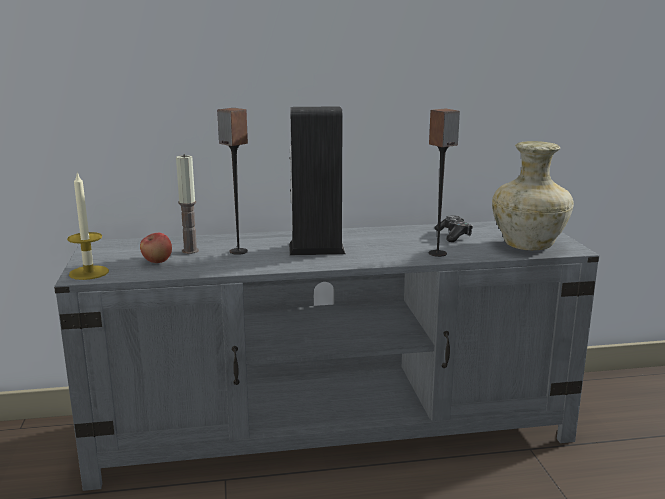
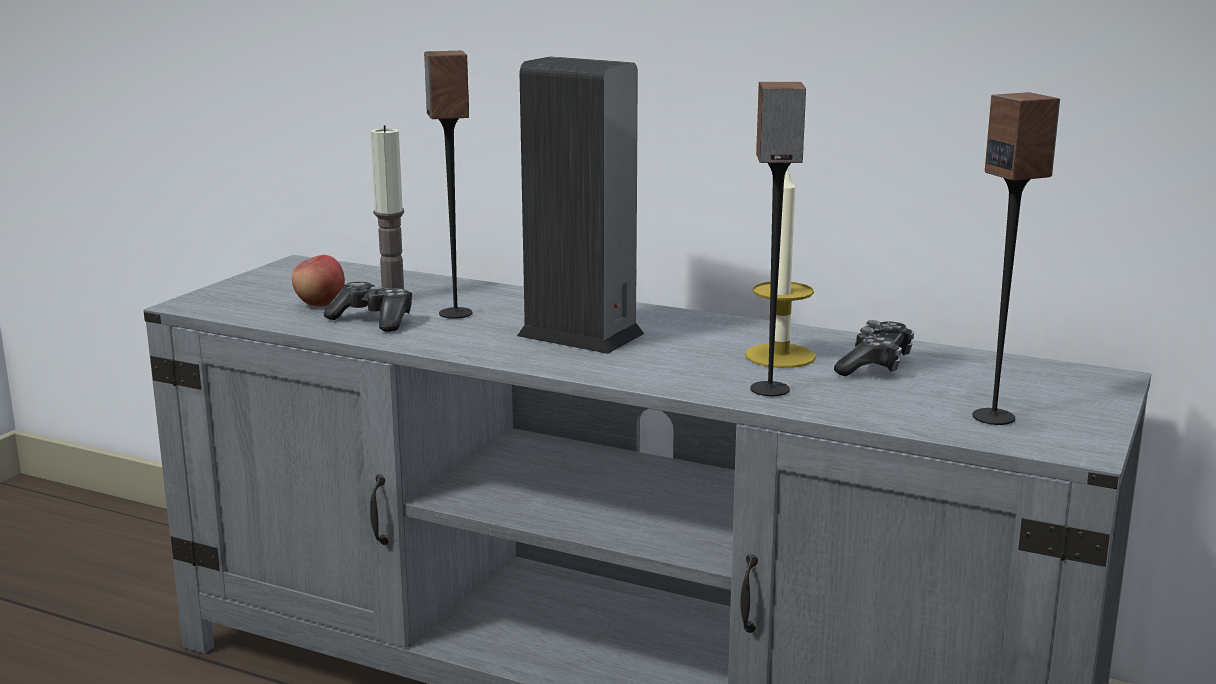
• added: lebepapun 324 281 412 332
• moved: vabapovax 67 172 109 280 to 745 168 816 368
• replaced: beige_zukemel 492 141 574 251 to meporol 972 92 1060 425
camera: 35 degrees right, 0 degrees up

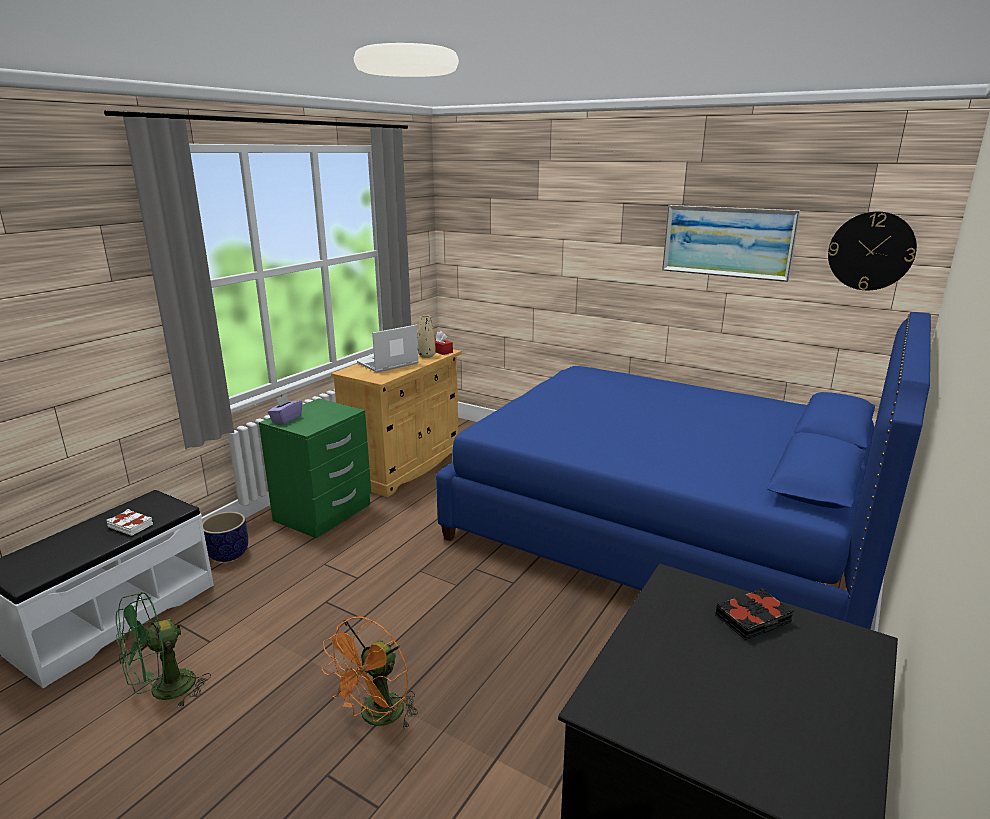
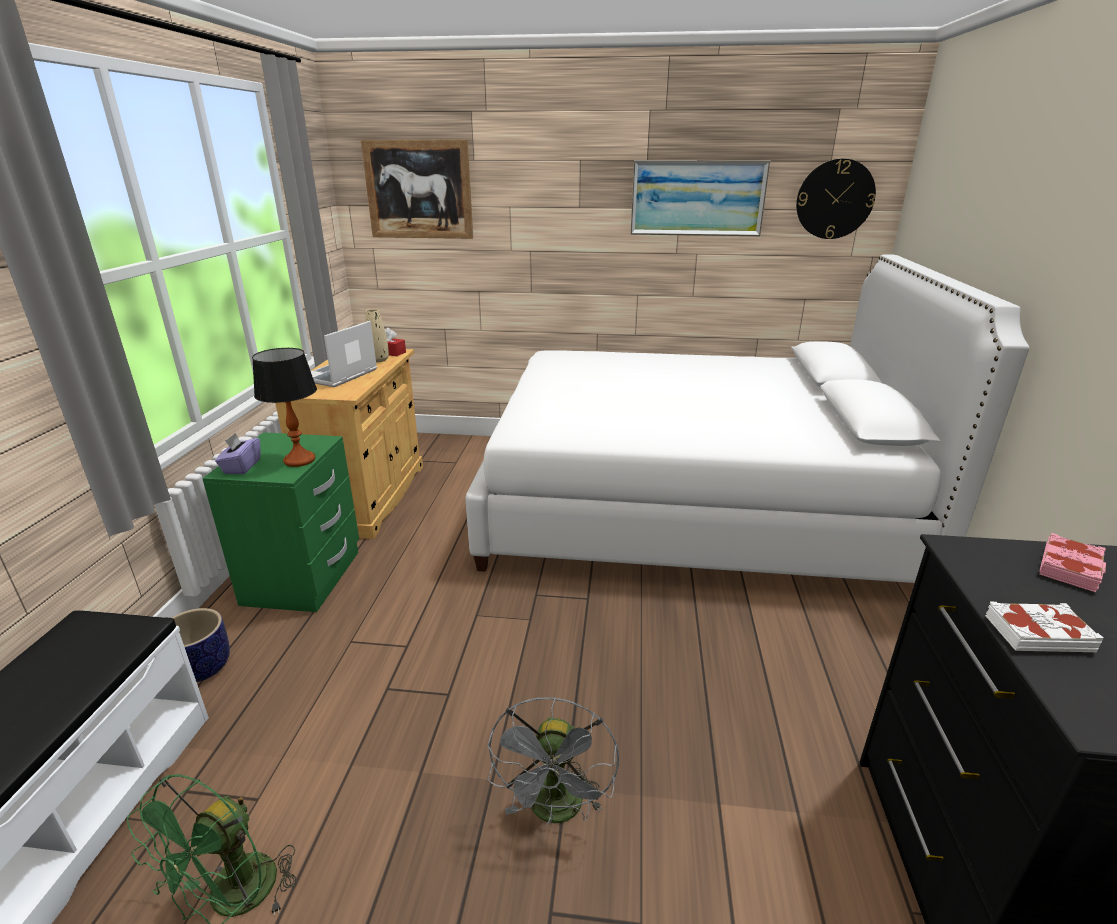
• added: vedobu 252 348 317 467
• added: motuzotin 361 140 473 239
• moved: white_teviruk 106 509 153 536 to 985 602 1103 652
• recoloured: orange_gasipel 322 617 418 730 to grey_gasipel 487 697 619 825
• recoloured: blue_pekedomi 436 312 931 629 to white_pekedomi 465 254 1030 583
• recoloured: black_teviruk 715 588 794 640 to pink_teviruk 1039 533 1106 592
camera: 25 degrees left, 5 degrees up

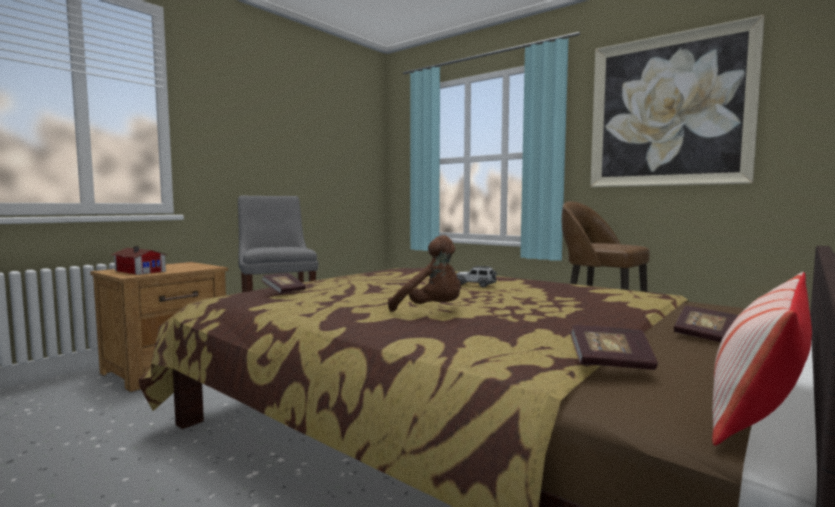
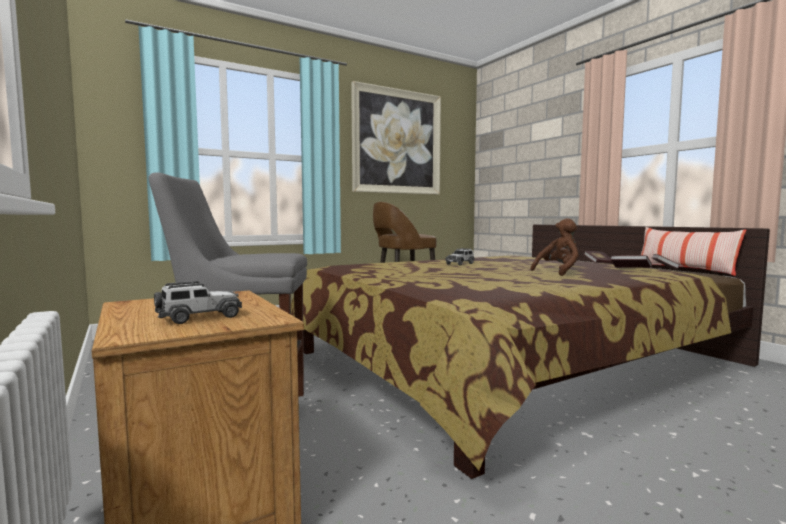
• moved: teviruk 261 273 306 294 to 611 255 652 268
• replaced: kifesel 111 246 167 275 to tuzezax 154 281 242 324
camera: 70 degrees left, 0 degrees up

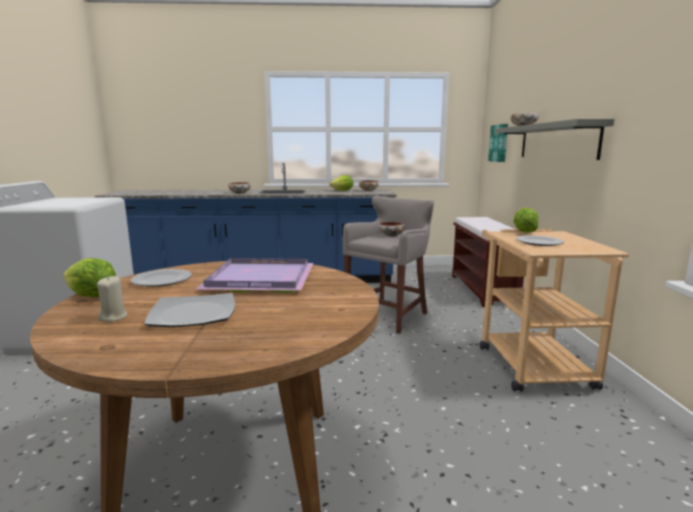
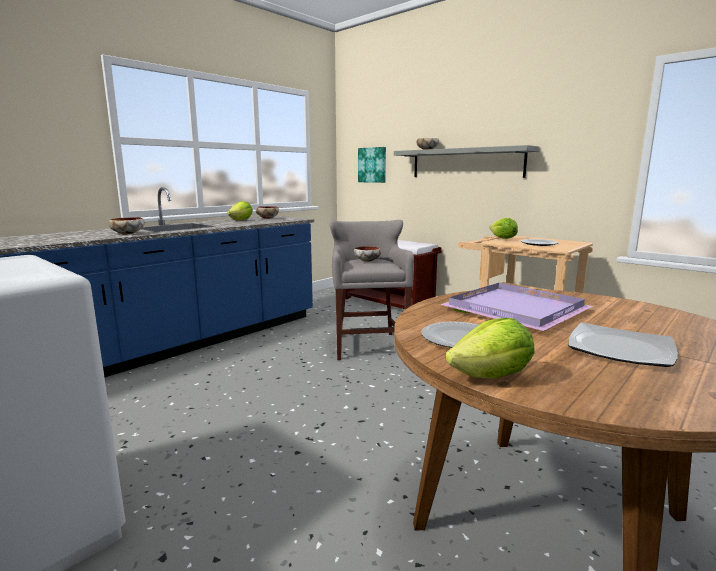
• removed: beige_vabapovax 97 276 127 322
camera: 45 degrees left, 0 degrees up

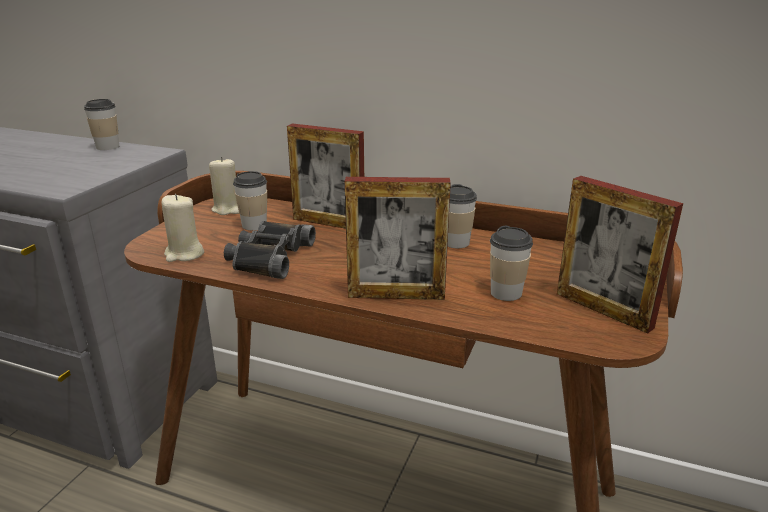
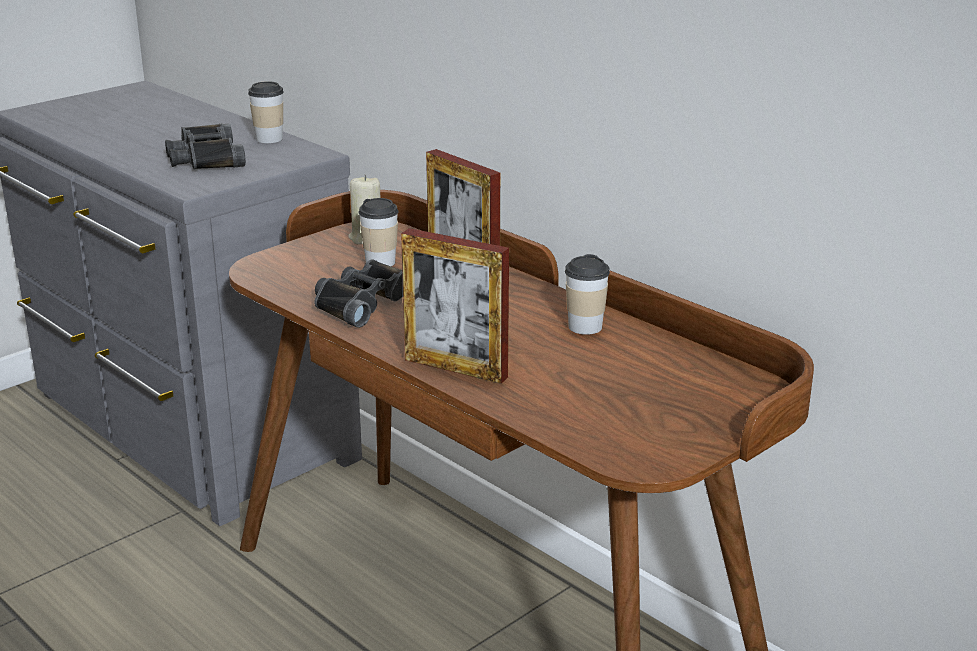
• removed: beige_vabapovax 162 194 204 262
• removed: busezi 490 226 533 301
• removed: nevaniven 557 176 683 333
• added: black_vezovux 165 123 246 169
camera: 25 degrees right, 0 degrees up

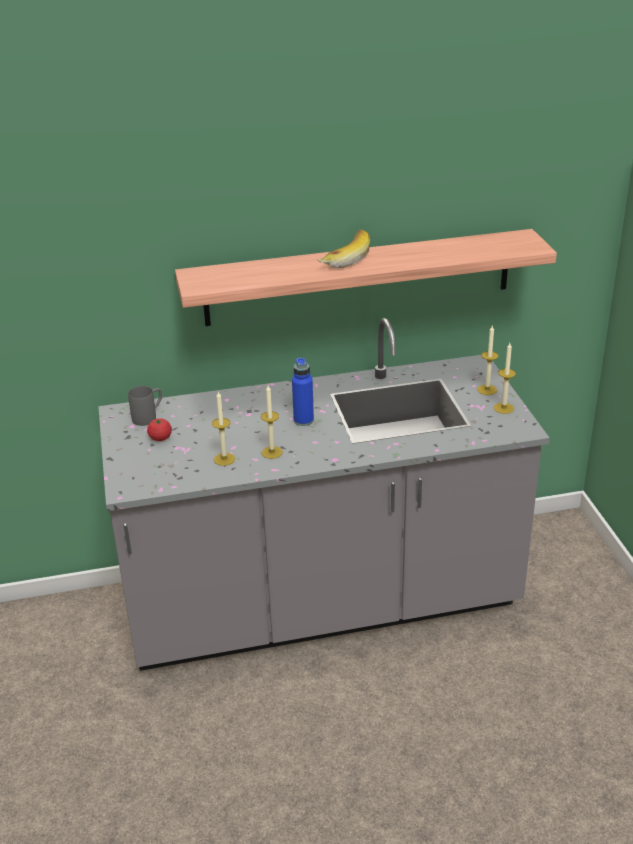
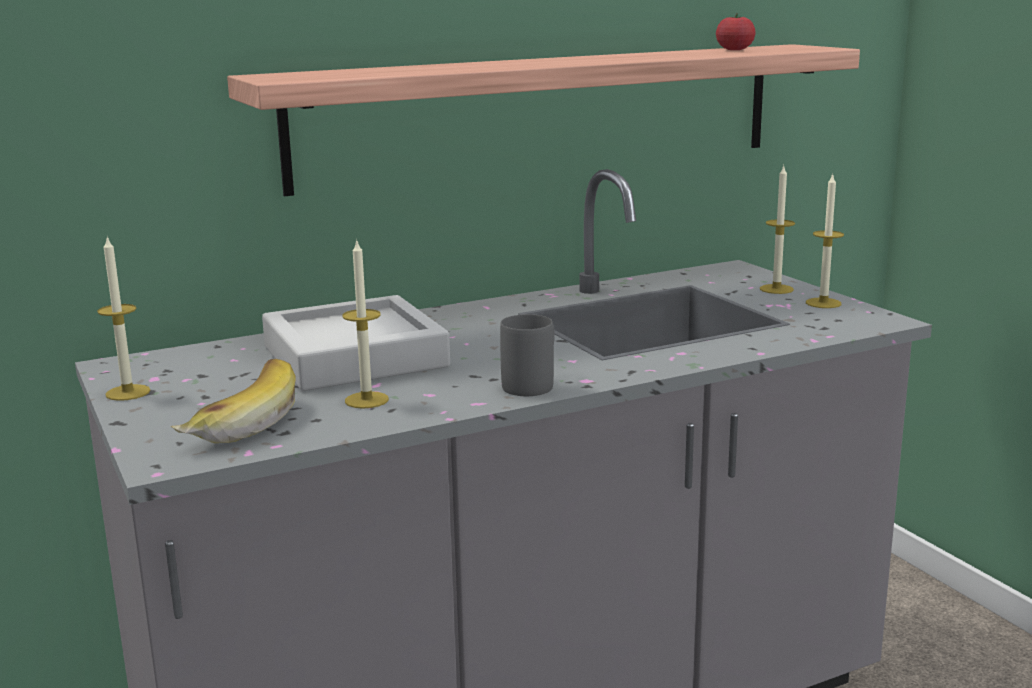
• removed: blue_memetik 292 358 314 426
• added: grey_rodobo 262 295 450 391
• moved: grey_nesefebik 128 386 162 426 to 500 314 555 396
• moved: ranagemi 147 418 172 441 to 716 13 756 50
• moved: vabapovax 261 385 283 459 to 97 237 150 401
• moved: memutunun 317 230 370 268 to 171 359 295 443
camera: 15 degrees left, 15 degrees down

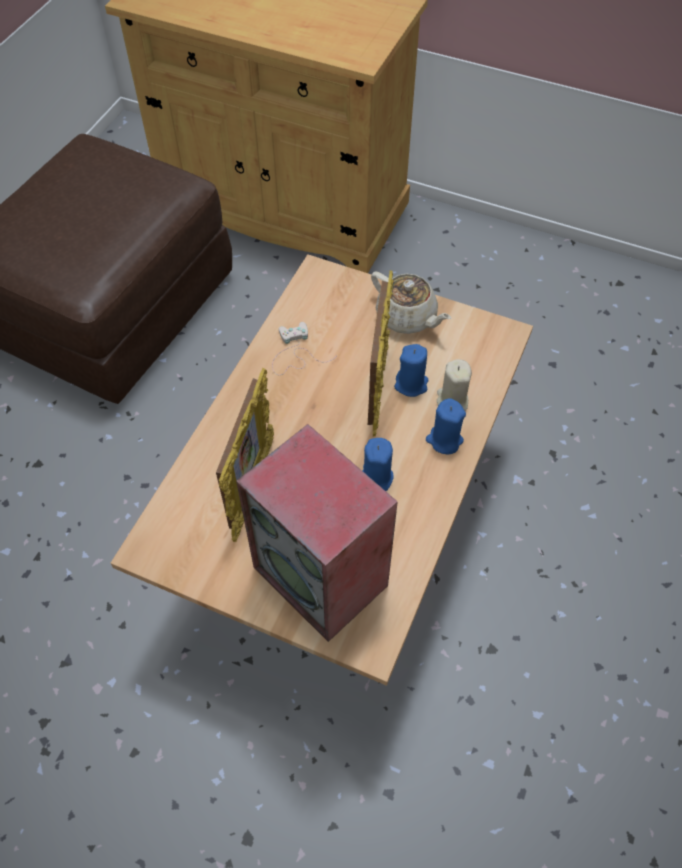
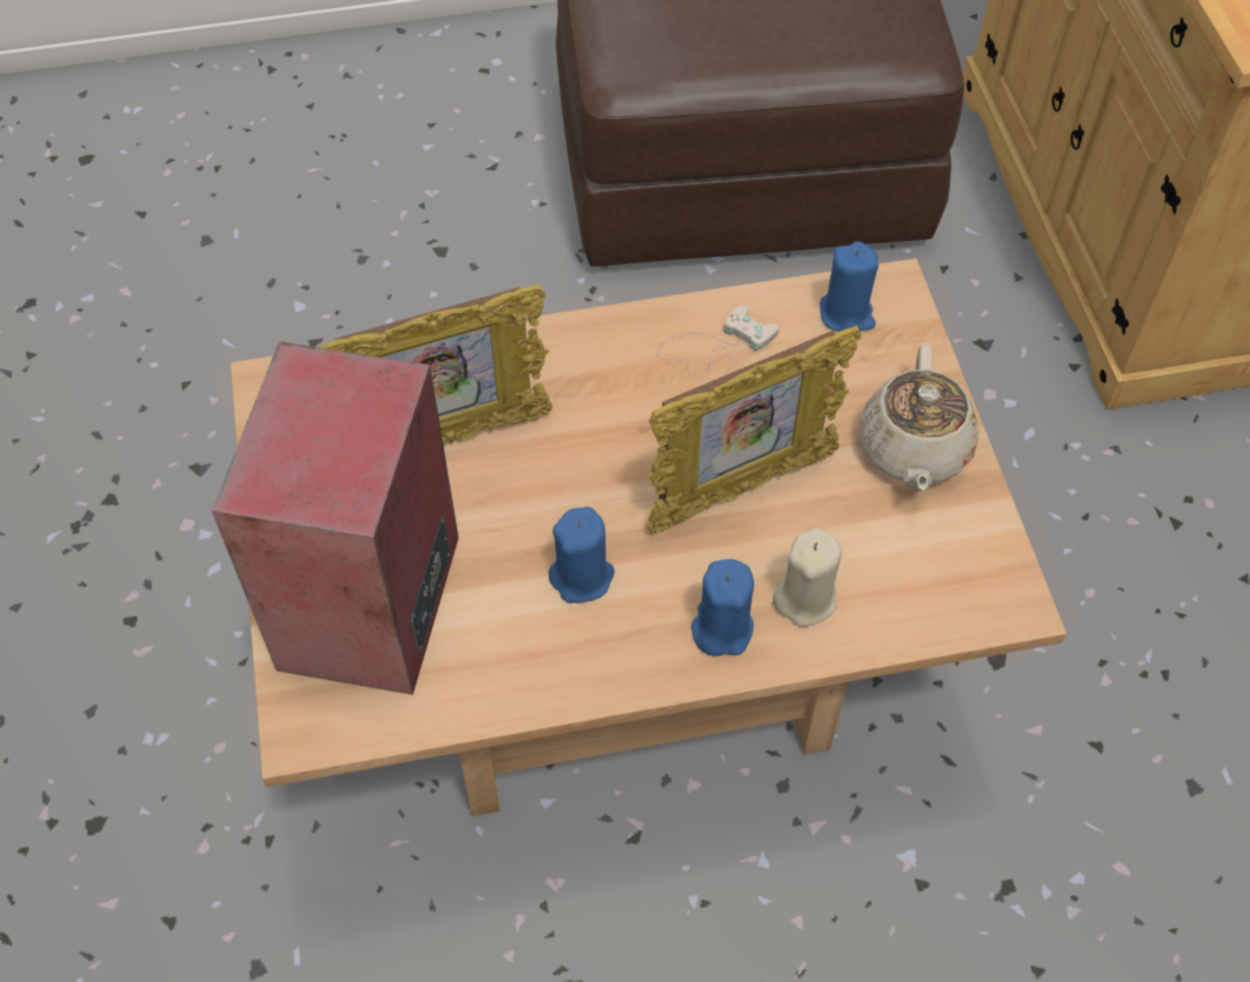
• moved: blue_vabapovax 394 344 428 397 to 820 241 879 332
camera: 55 degrees right, 0 degrees up

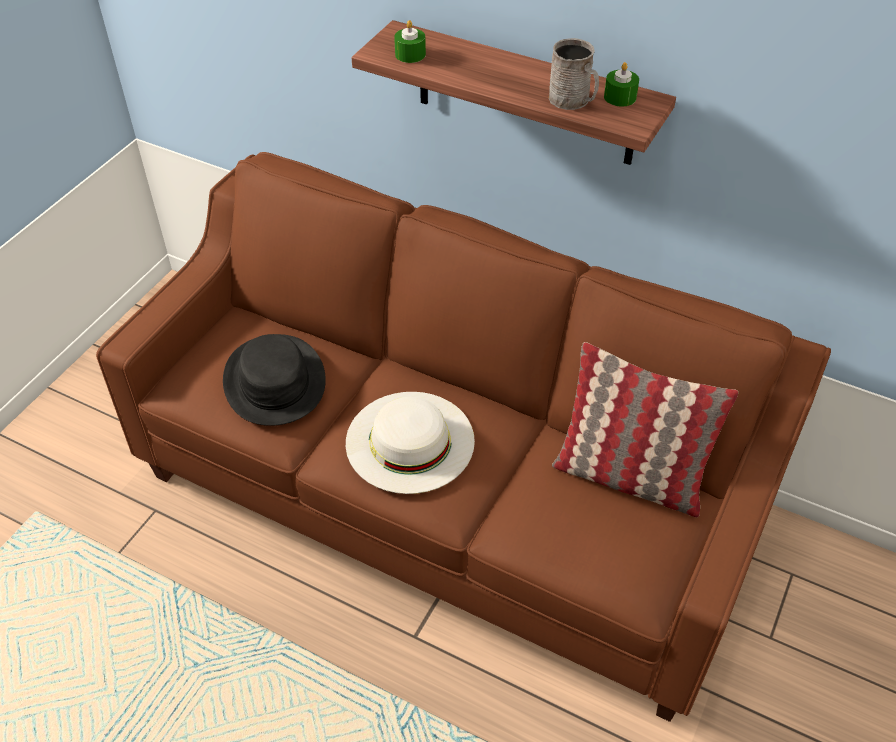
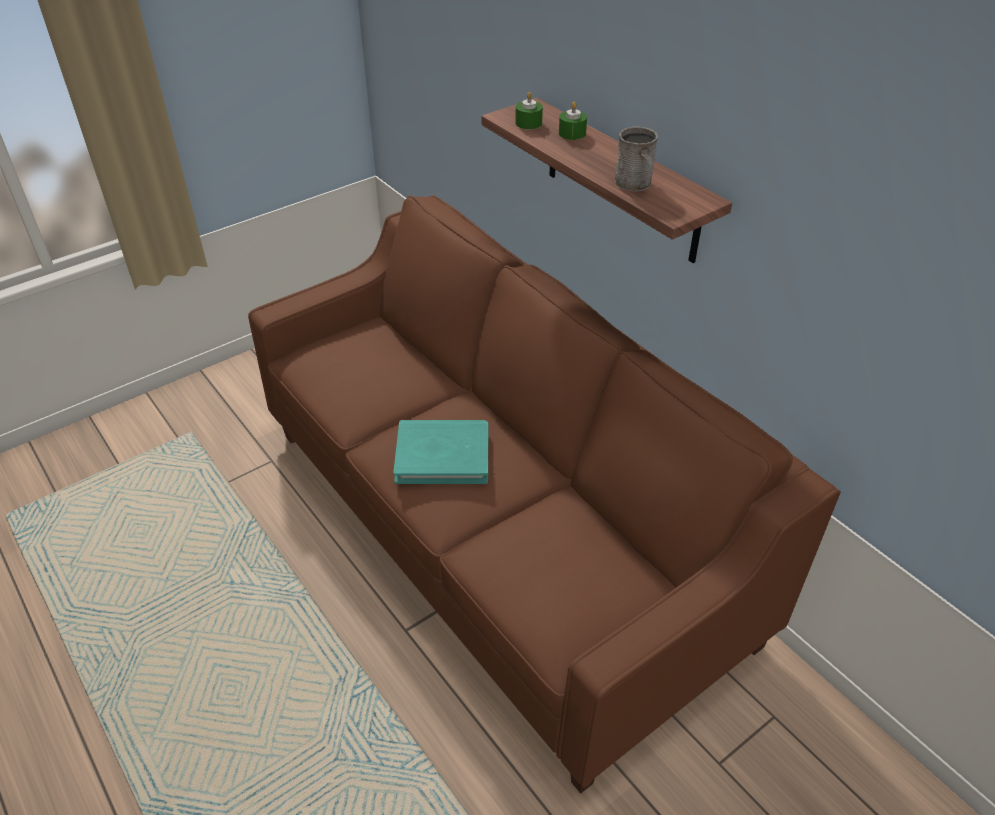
• removed: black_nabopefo 223 334 326 426
• removed: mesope 552 342 738 517
• moved: green_vabapovax 604 62 639 107 to 559 102 587 140
• replaced: white_nabopefo 346 392 475 494 to turquoise_teviruk 393 420 488 484
camera: 25 degrees right, 5 degrees down

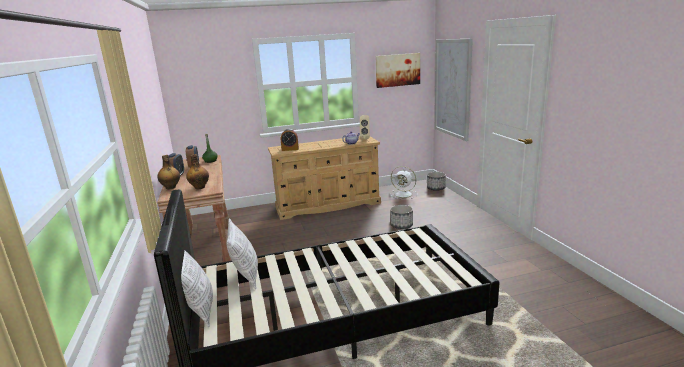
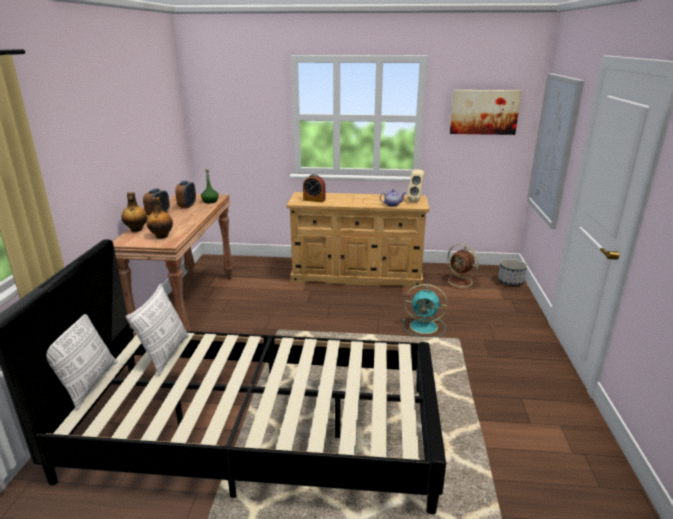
• replaced: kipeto 390 205 413 229 to turquoise_gasipel 403 284 447 337
• recoloured: white_gasipel 391 166 417 199 to brown_gasipel 442 244 480 290
camera: 20 degrees right, 5 degrees up

